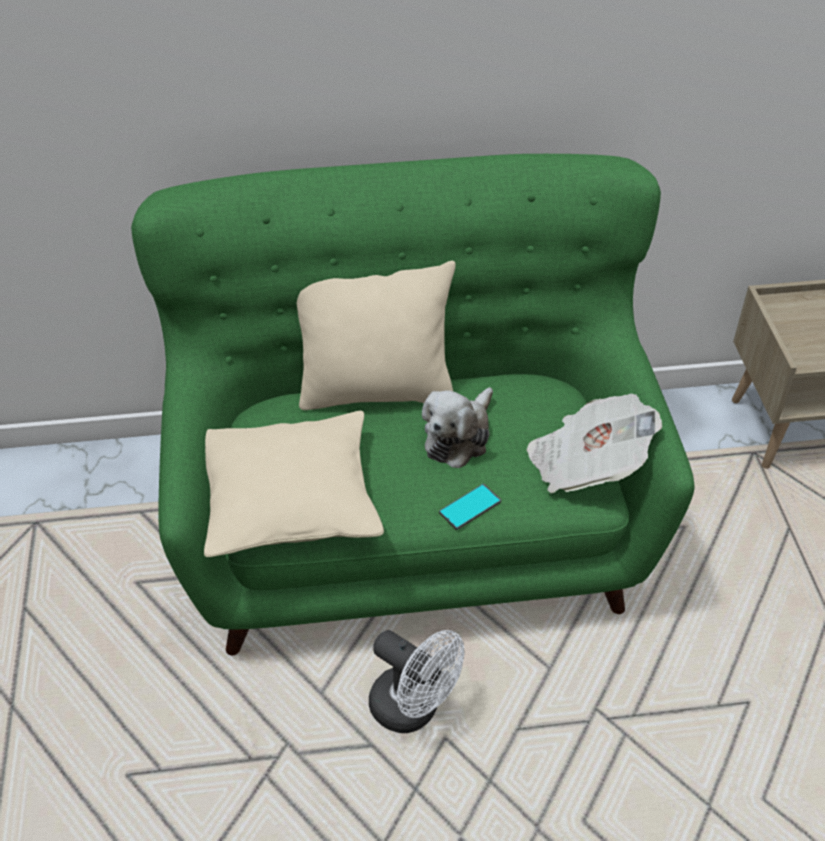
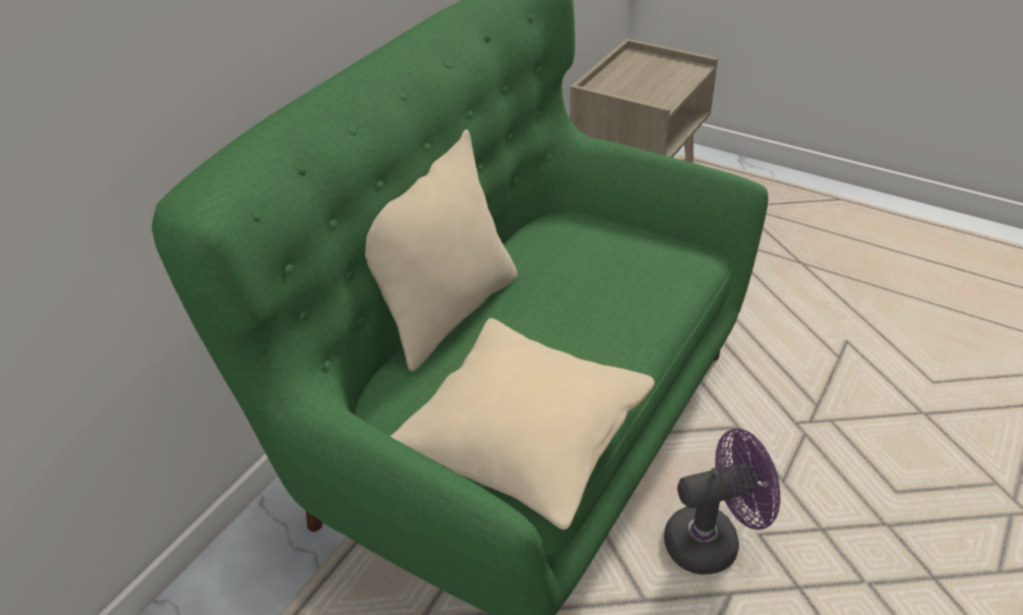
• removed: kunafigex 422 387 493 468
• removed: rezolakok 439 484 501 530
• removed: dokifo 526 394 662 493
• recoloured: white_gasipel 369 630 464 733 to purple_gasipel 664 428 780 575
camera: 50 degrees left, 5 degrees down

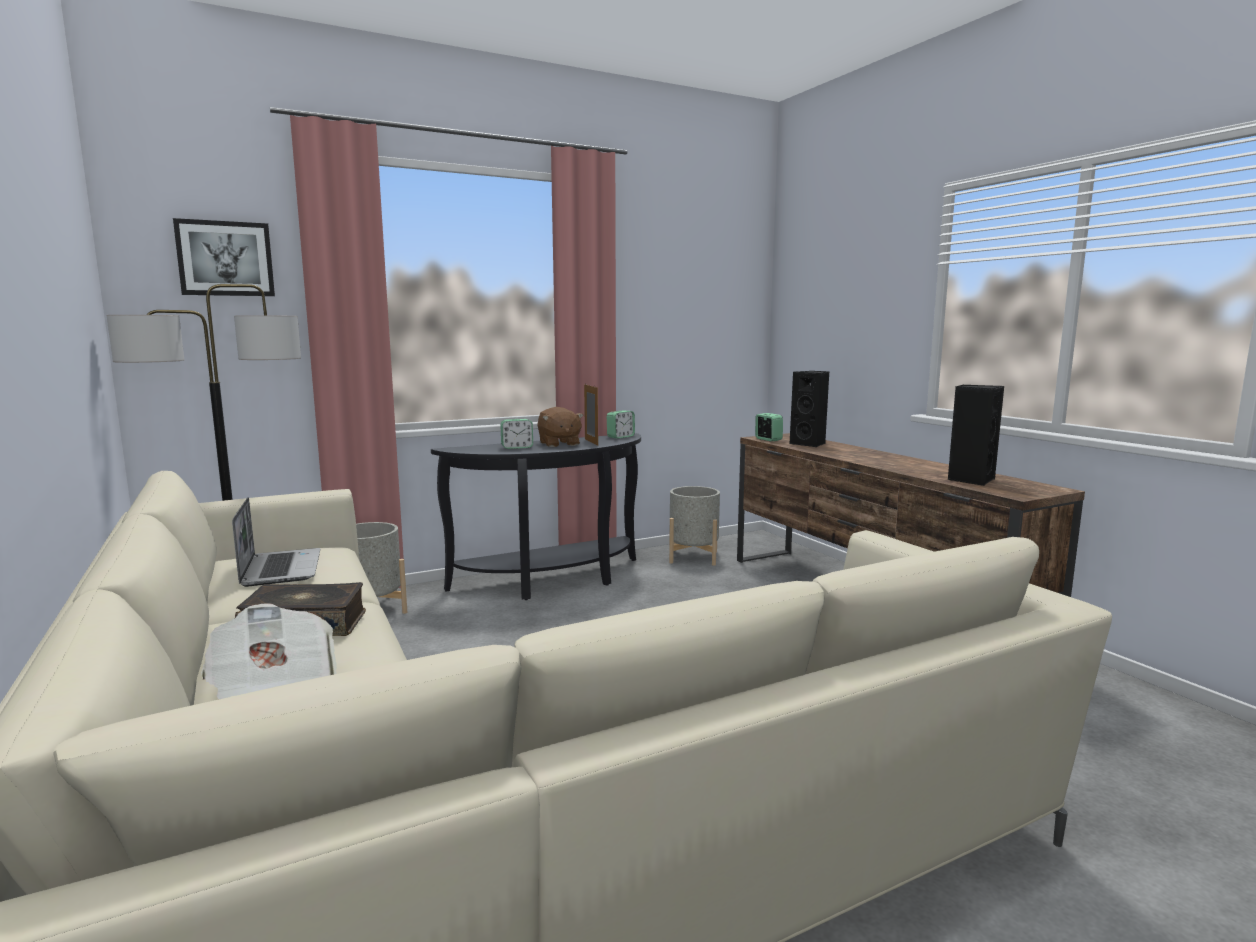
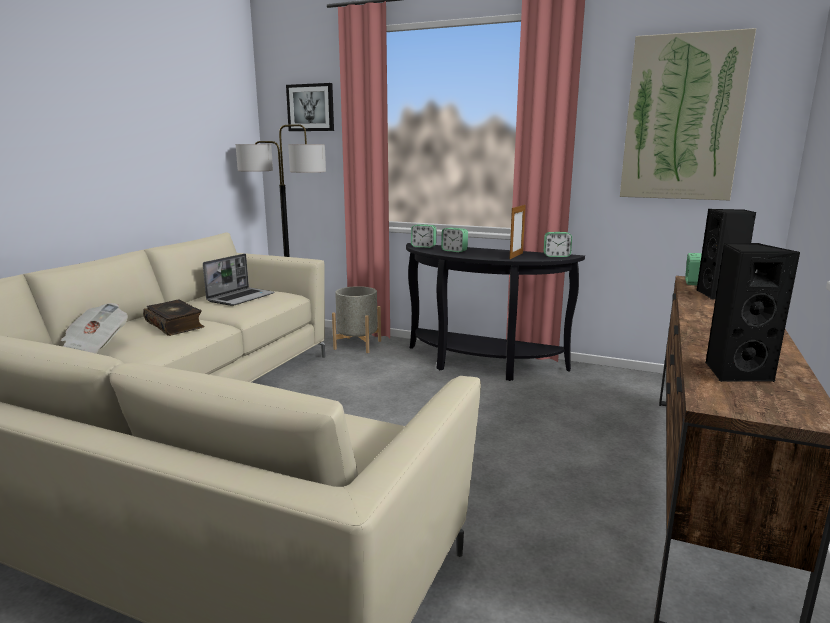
• removed: brown_kunafigex 537 407 584 447
• removed: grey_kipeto 669 486 720 566
• added: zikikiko 411 224 436 248
• added: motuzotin 620 28 756 200
camera: 50 degrees right, 5 degrees up

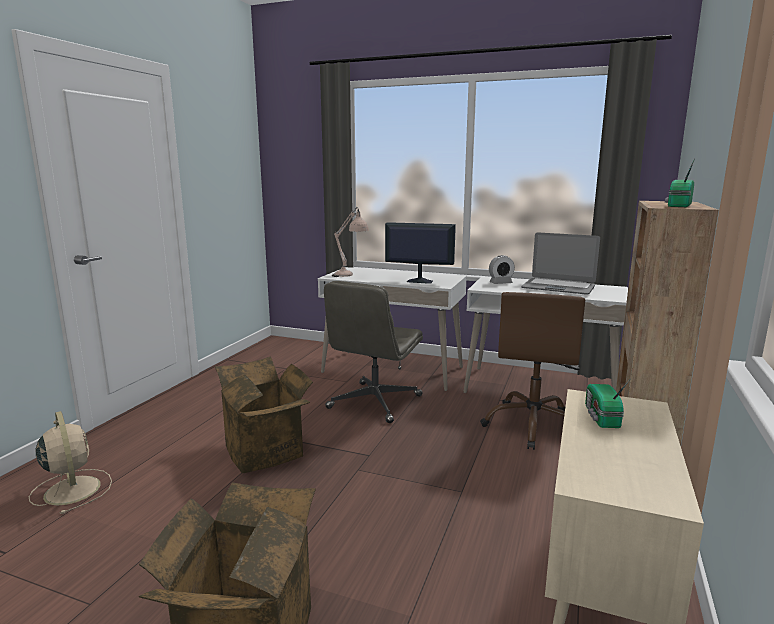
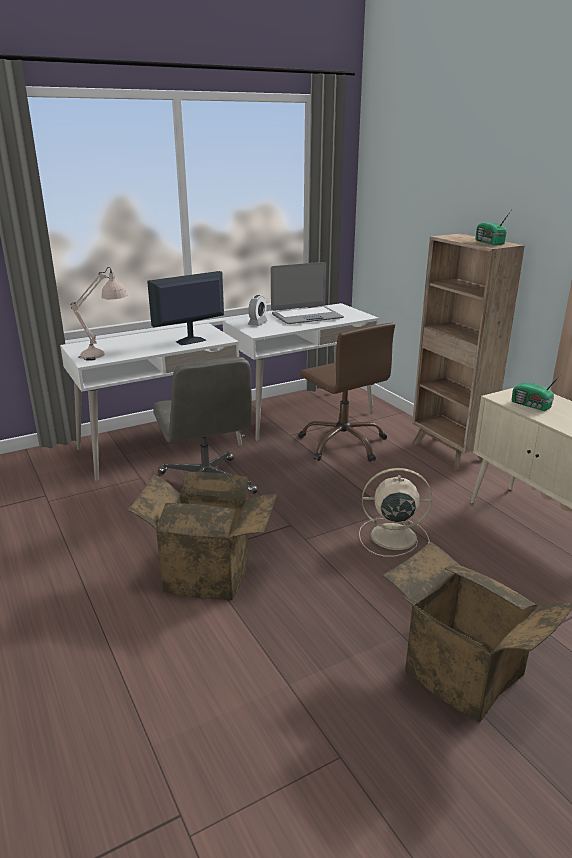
• moved: beige_gasipel 29 411 112 514 to 359 468 433 557
camera: 50 degrees left, 10 degrees up

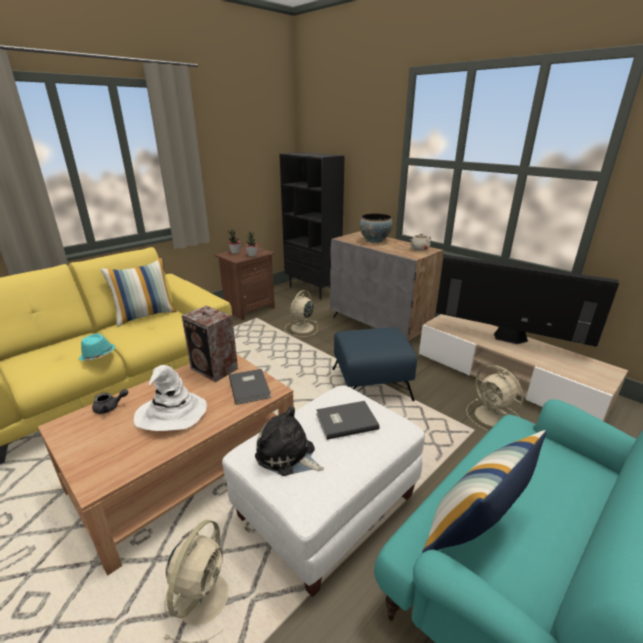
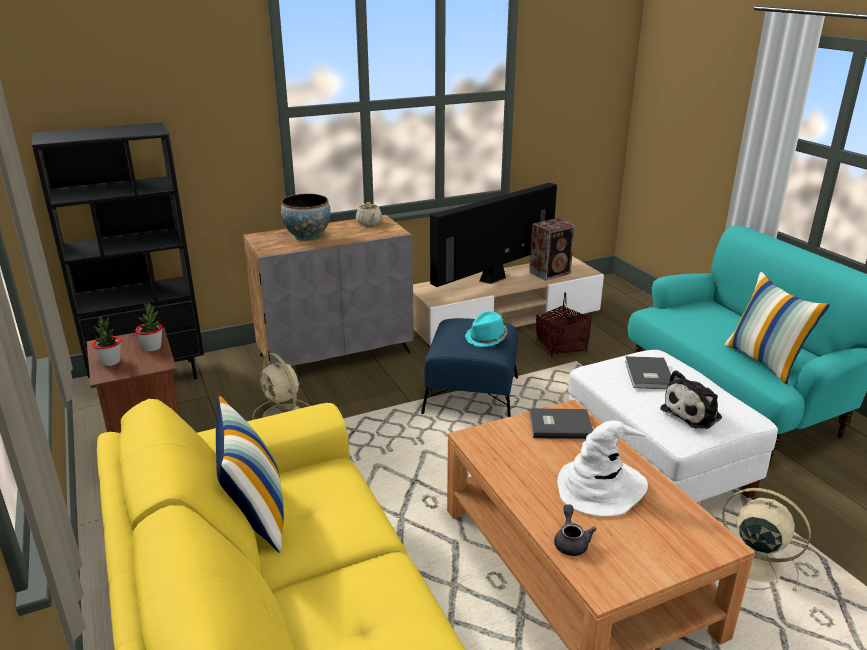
• moved: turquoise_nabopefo 79 334 115 361 to 465 311 507 347
• moved: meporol 182 306 238 382 to 529 218 575 281
• replaced: beige_gasipel 466 365 524 431 to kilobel 536 292 591 357
camera: 70 degrees left, 0 degrees up

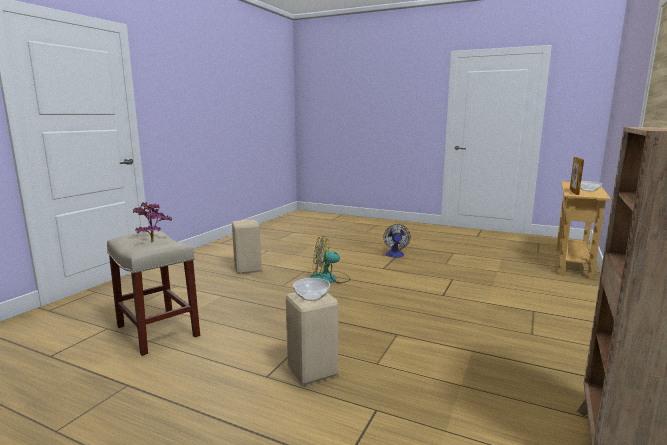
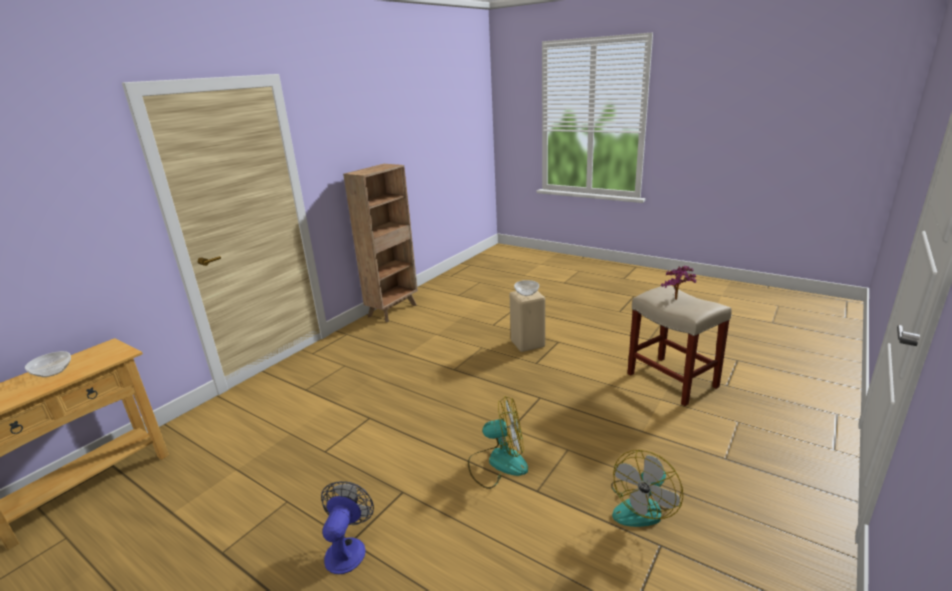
• removed: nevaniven 570 157 584 195
• replaced: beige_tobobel 232 220 261 274 to gasipel 611 450 683 527
camera: 170 degrees left, 10 degrees up

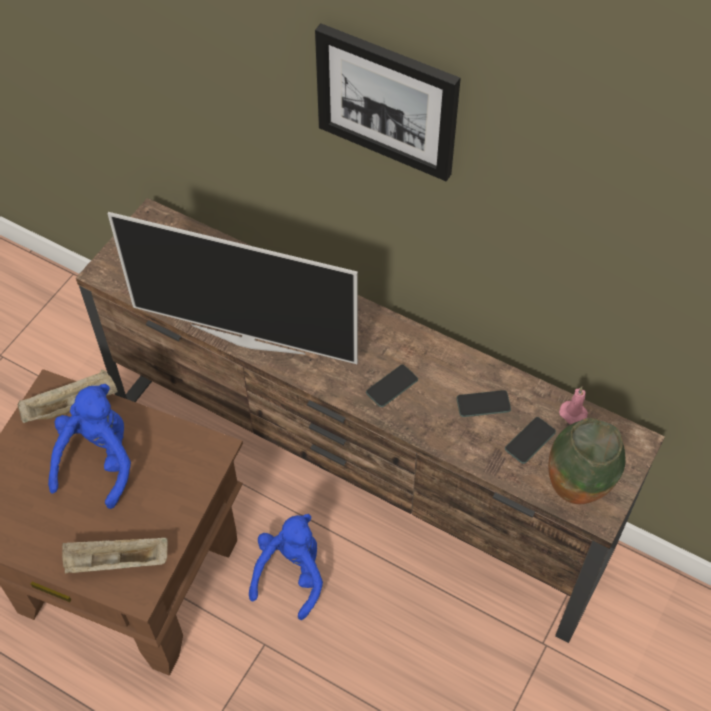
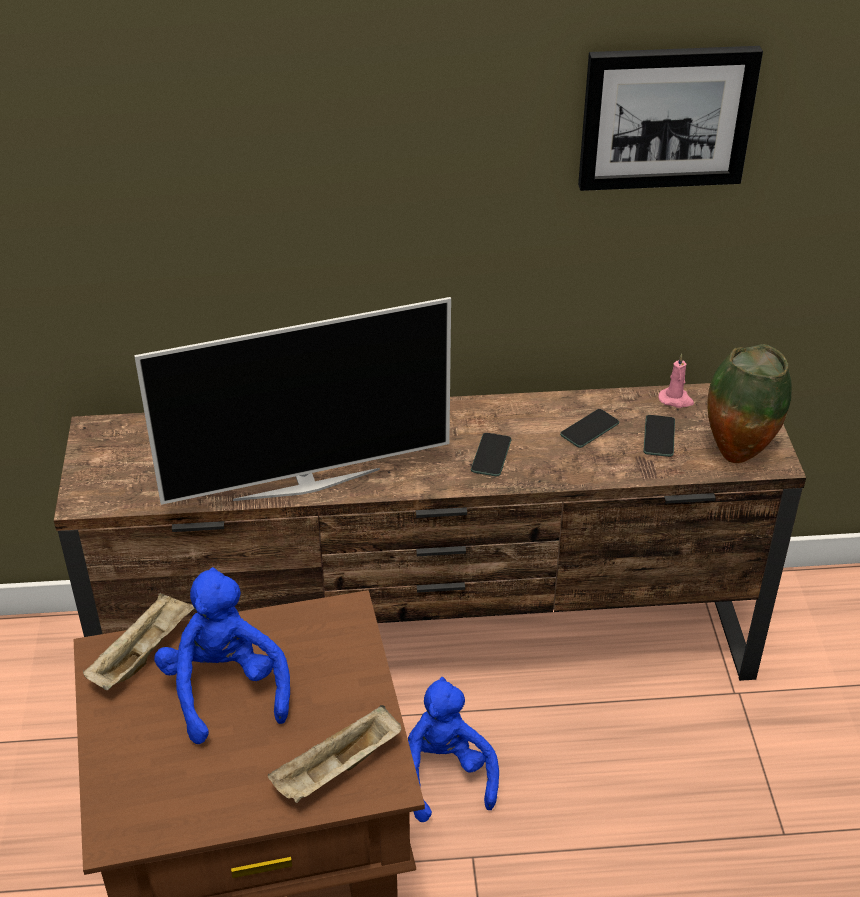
• moved: motuzotin 315 24 461 181 to 578 46 763 191
camera: 35 degrees left, 15 degrees down

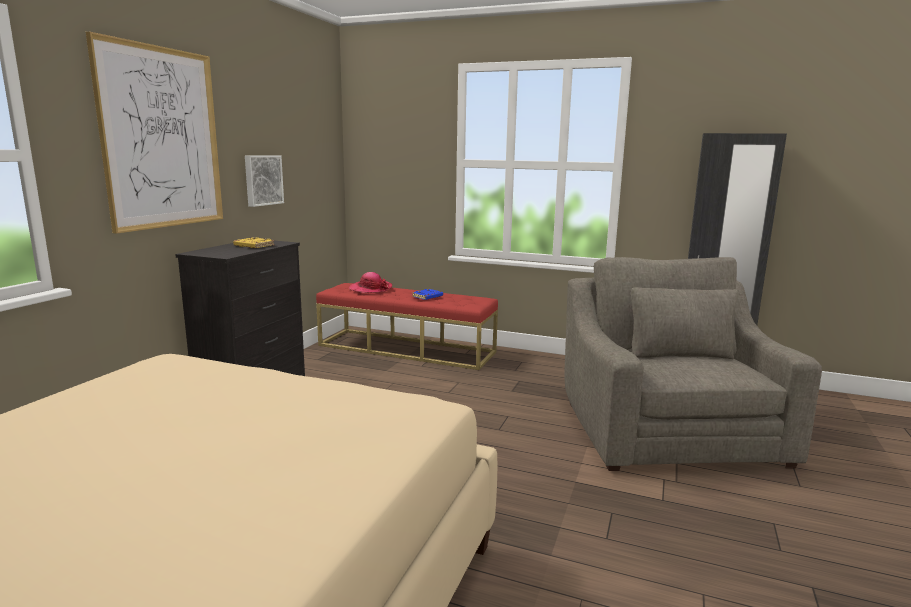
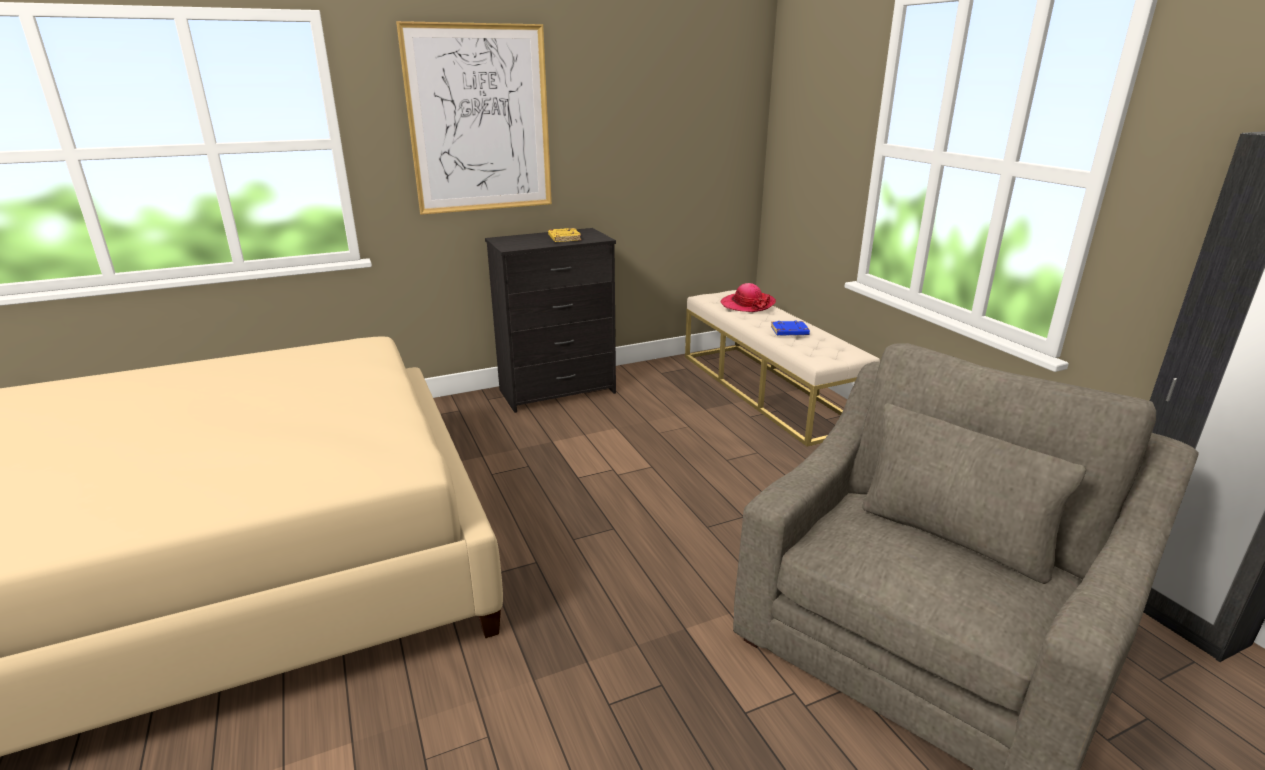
• removed: motuzotin 245 155 284 207
• recoloured: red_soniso 316 283 498 370 to beige_soniso 685 290 880 447
camera: 45 degrees right, 10 degrees up

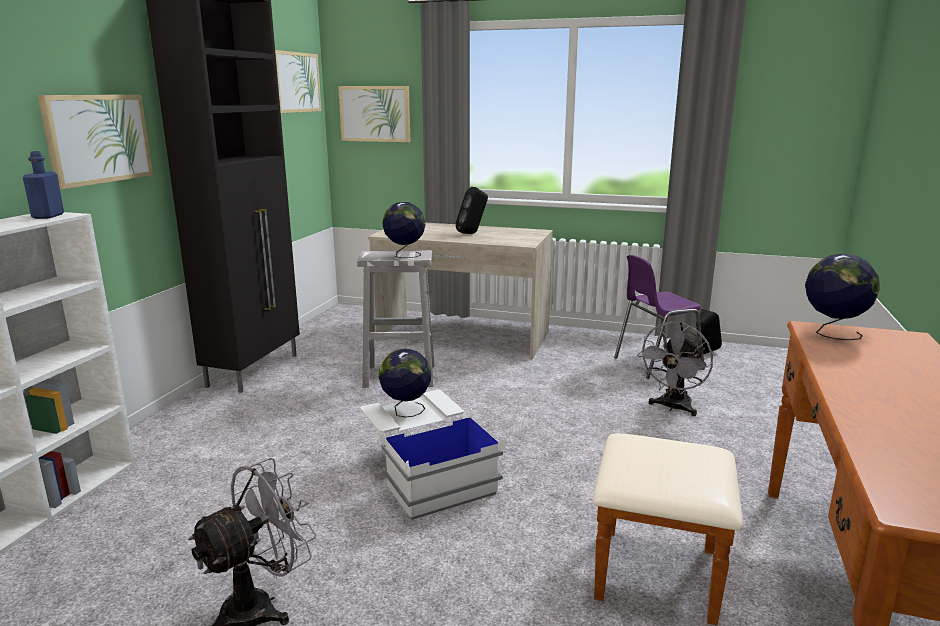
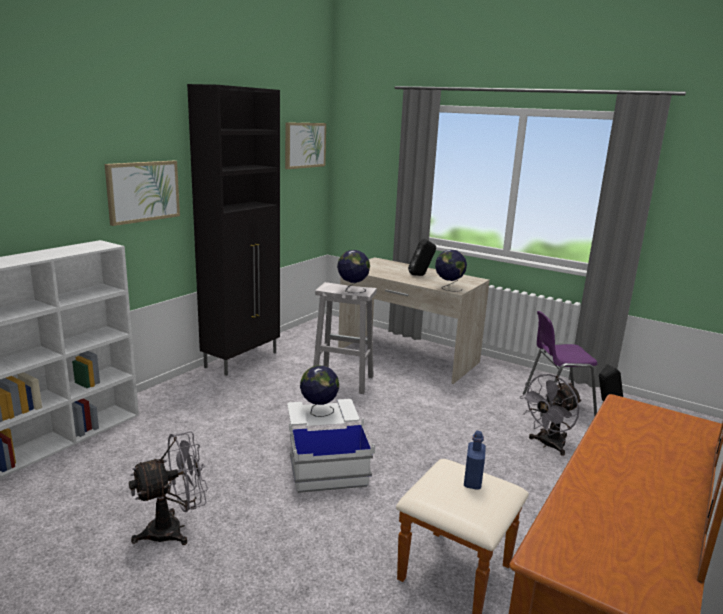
• removed: motuzotin 338 86 410 142
• moved: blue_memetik 23 151 64 219 to 464 431 486 490
• moved: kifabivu 805 254 880 340 to 435 249 467 292
camera: 15 degrees right, 0 degrees up

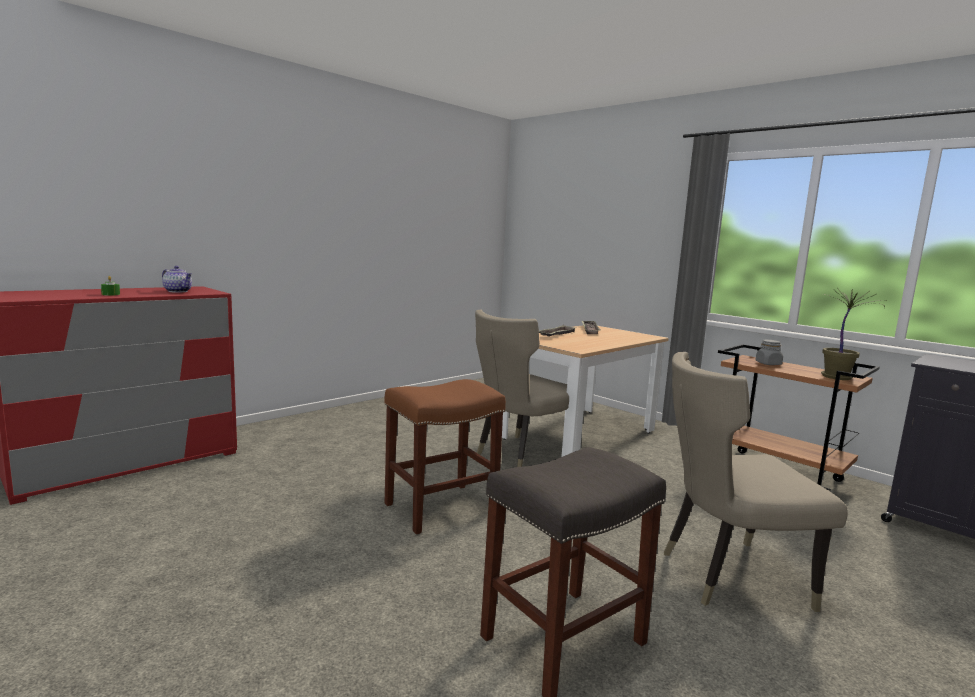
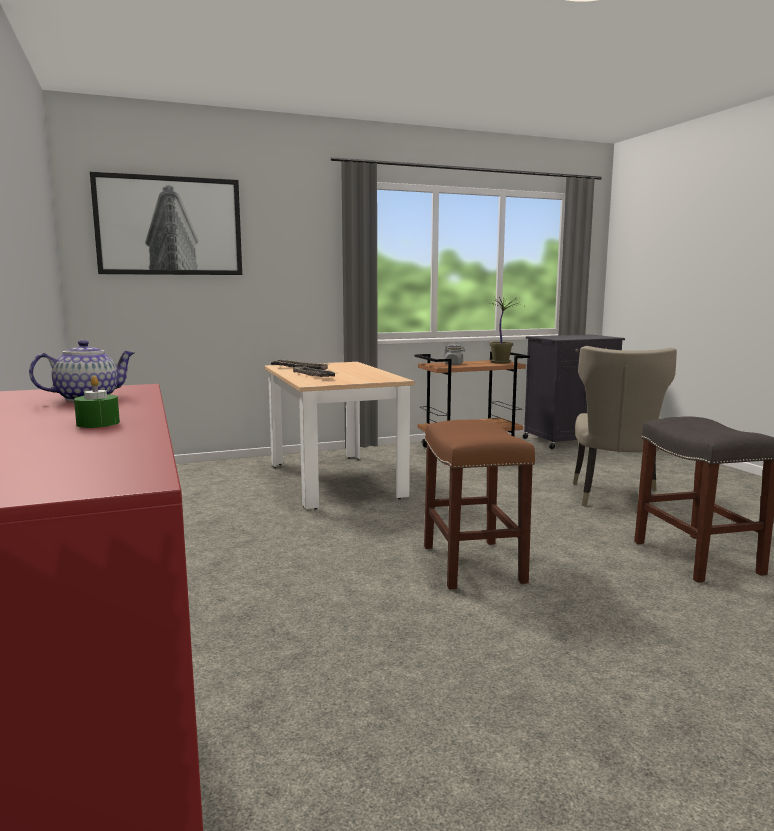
• removed: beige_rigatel 475 309 569 467
• added: motuzotin 90 171 242 275
camera: 65 degrees left, 0 degrees up

